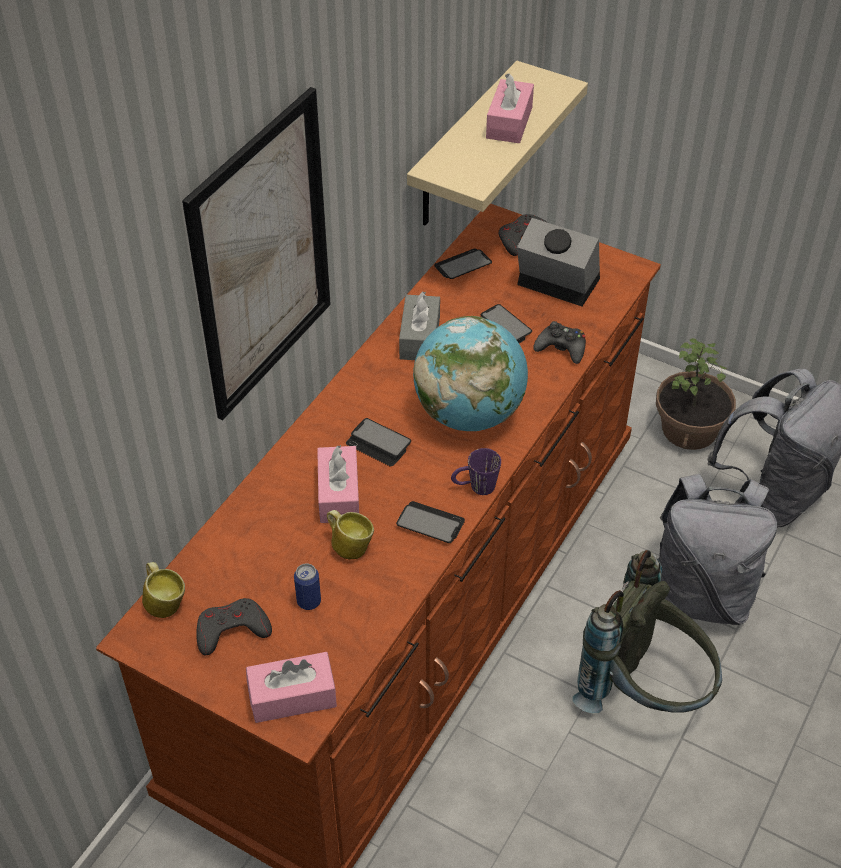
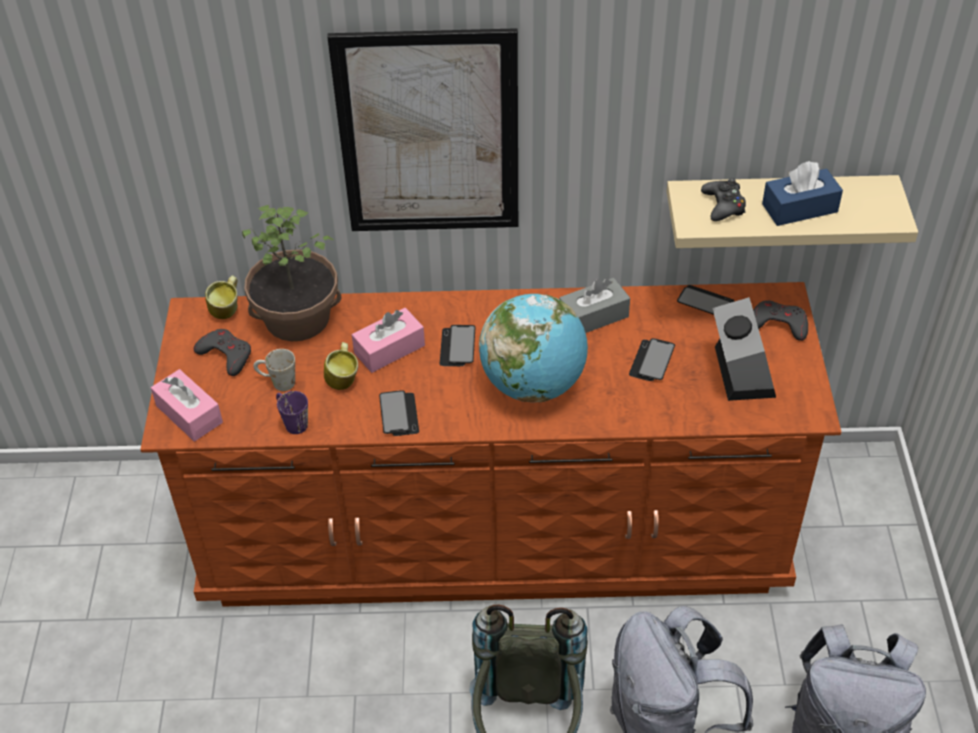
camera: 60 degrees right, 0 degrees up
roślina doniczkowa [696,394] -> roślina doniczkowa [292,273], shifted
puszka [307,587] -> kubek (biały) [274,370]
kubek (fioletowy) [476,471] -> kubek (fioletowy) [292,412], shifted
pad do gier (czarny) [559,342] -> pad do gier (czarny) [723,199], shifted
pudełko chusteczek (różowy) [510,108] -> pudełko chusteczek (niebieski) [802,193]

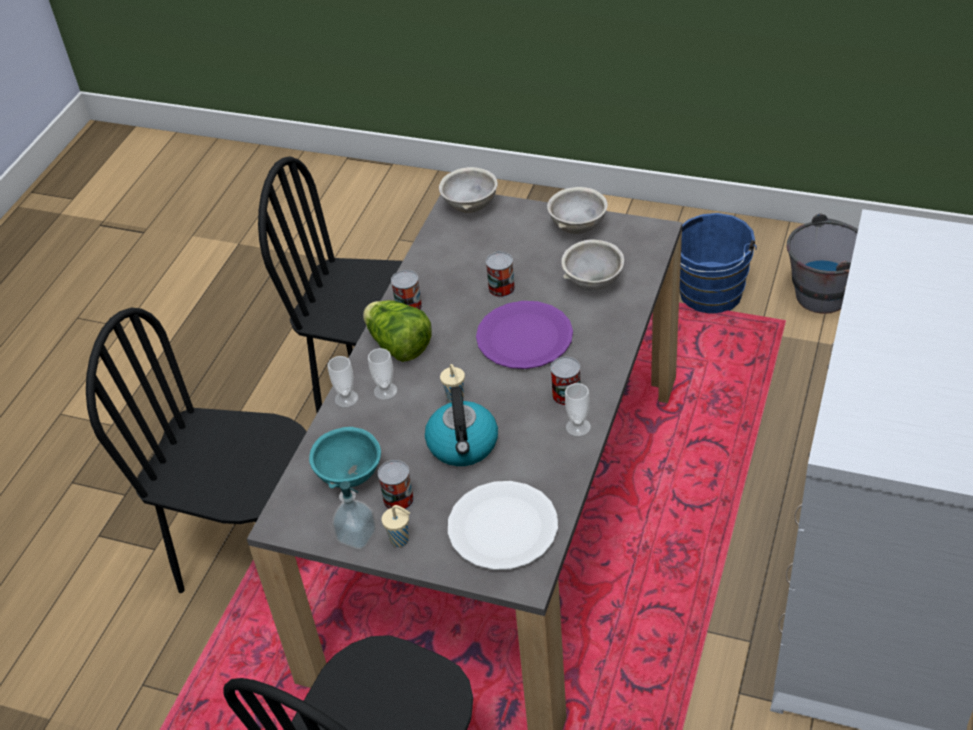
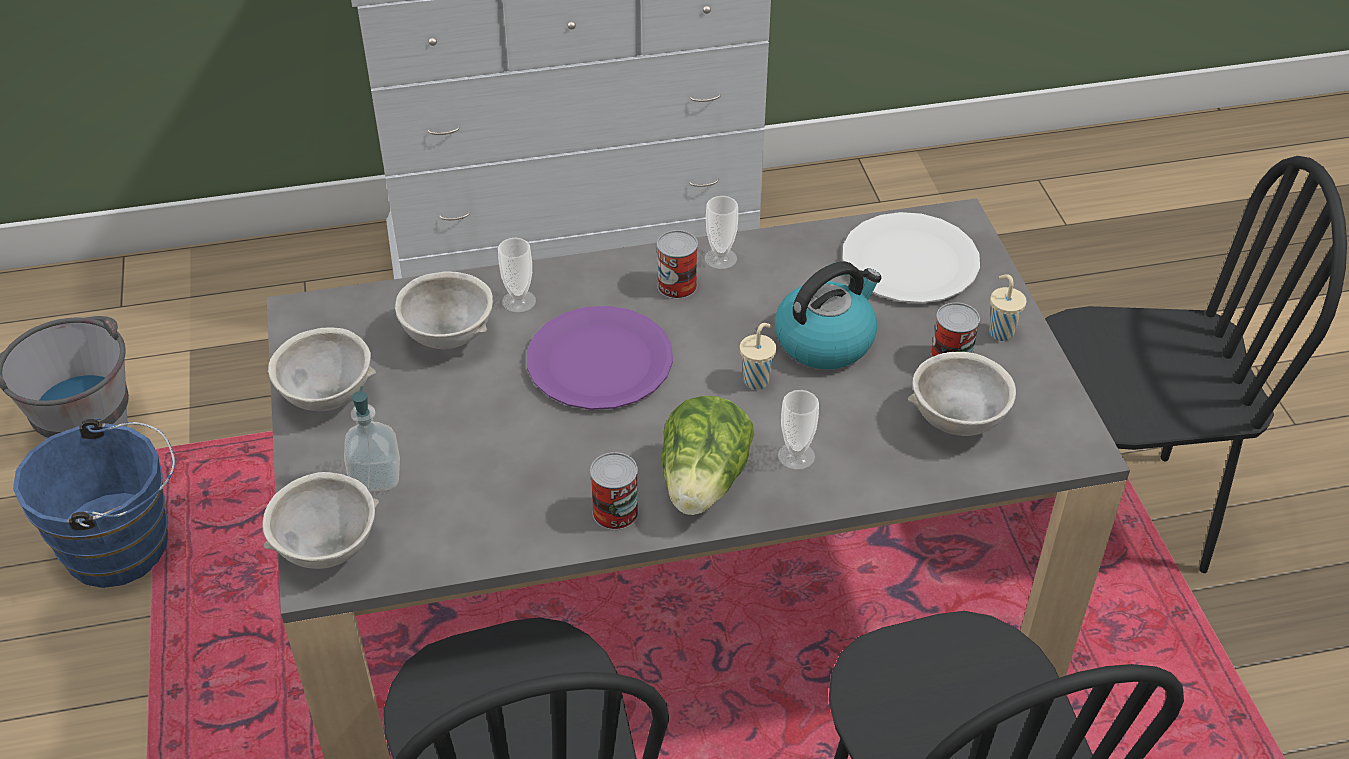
camera: 125 degrees left, 0 degrees up
dozownik mydła [354,515] -> dozownik mydła [372,438], shifted
filiżanka [343,382] -> filiżanka [517,275], shifted
miska (turkusowy) [345,458] -> miska (szary) [962,394]
puszka [500,275] -> none

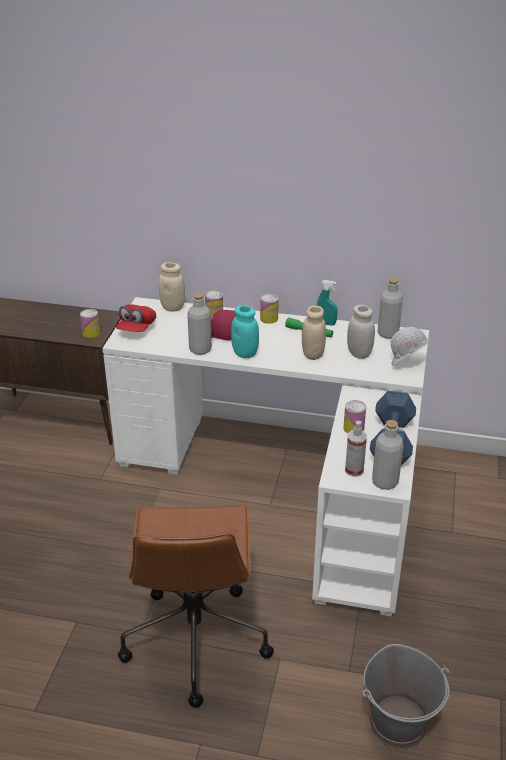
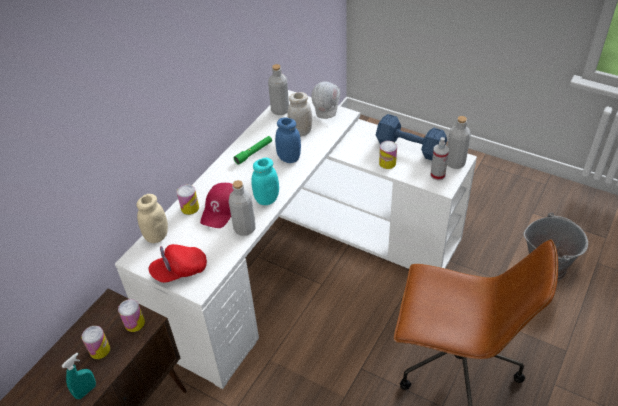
camera: 70 degrees left, 10 degrees up
spryskiwacz (turkusowy) [327,303] -> spryskiwacz (turkusowy) [79,376], shifted
puszka [269,309] -> puszka [96,342], shifted
czapka z daszkiem (czerwony) [136,318] -> czapka z daszkiem (czerwony) [178,263], 120 degrees clockwise
słoik (beżowy) [314,333] -> słoik (niebieski) [288,140]

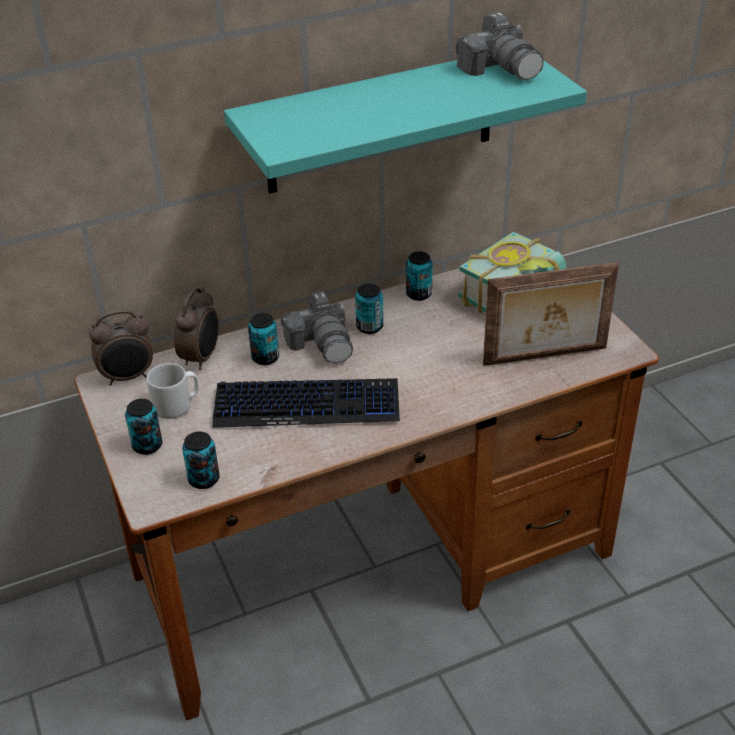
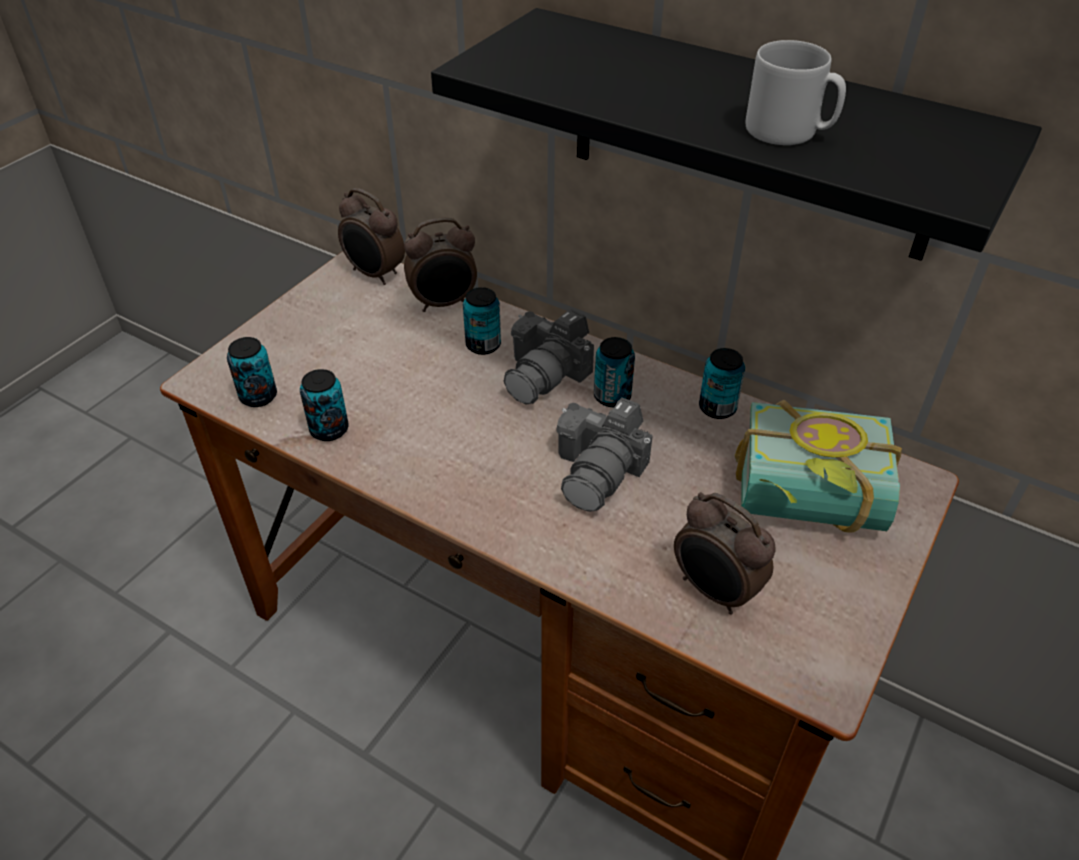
camera: 55 degrees right, 5 degrees up
puszka [143,427] -> puszka [324,405], shifted
półka (turkusowy) [405,127] -> półka (czarny) [736,134]
aparat fotograficzny [499,46] -> aparat fotograficzny [604,454], shifted
ramka na zdjęcie [551,314] -> budzik [725,553]
kubek (szary) [172,391] -> kubek (szary) [795,92], shifted
klawiatura [306,403] -> none

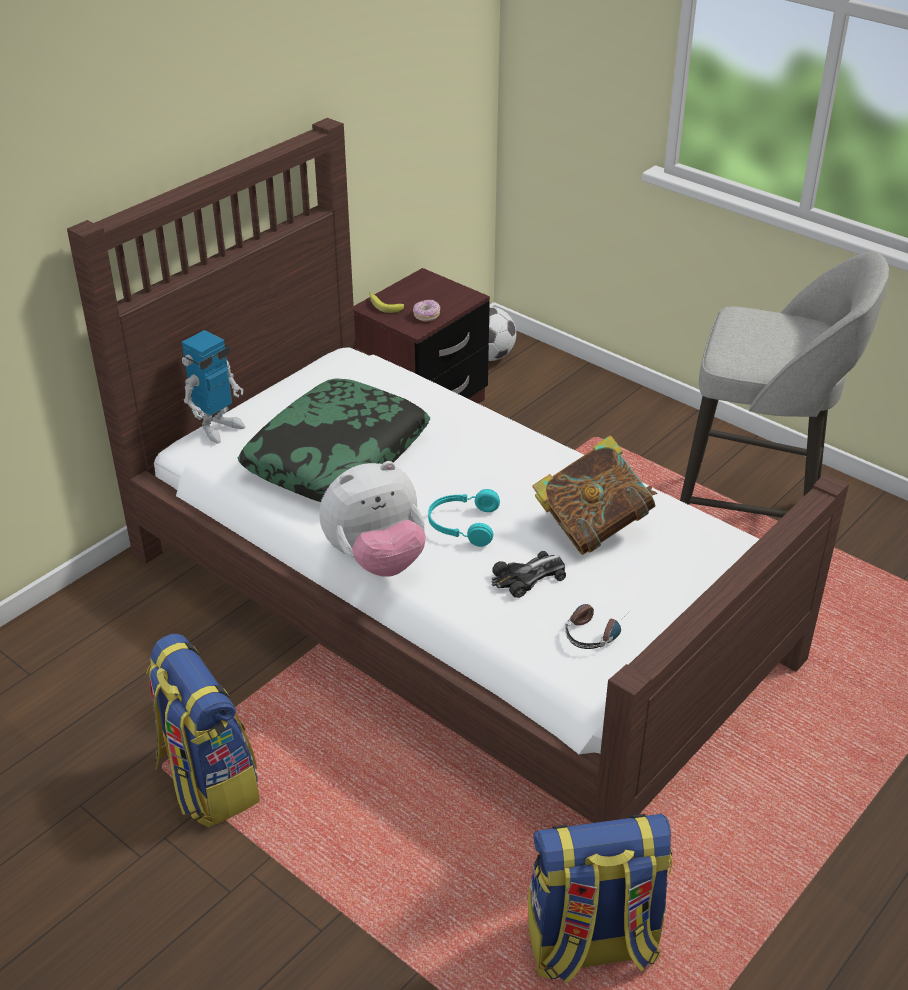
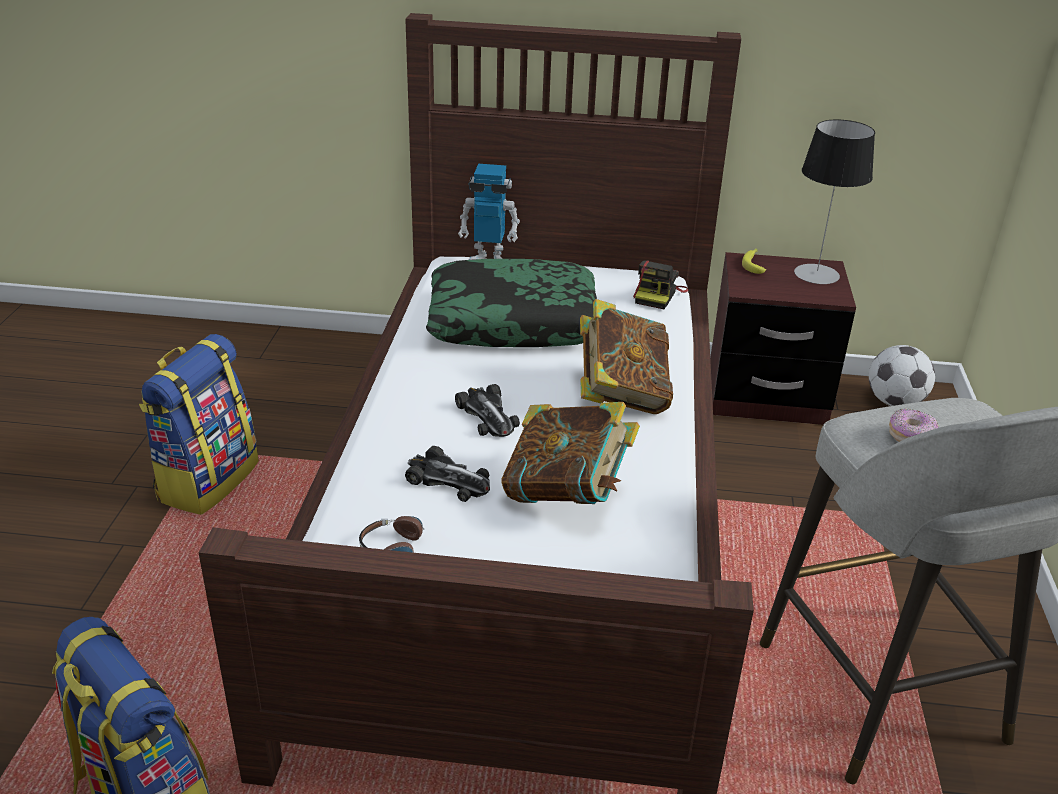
camera: 55 degrees right, 5 degrees down
słuchawki (turkusowy) [464,518] -> samochodzik [487,410]
none -> książka [626,356]
none -> aparat fotograficzny [660,285]
none -> lampa stołowa [834,201]
donut [426,311] -> donut [914,425], shifted
pluszak [373,519] -> none

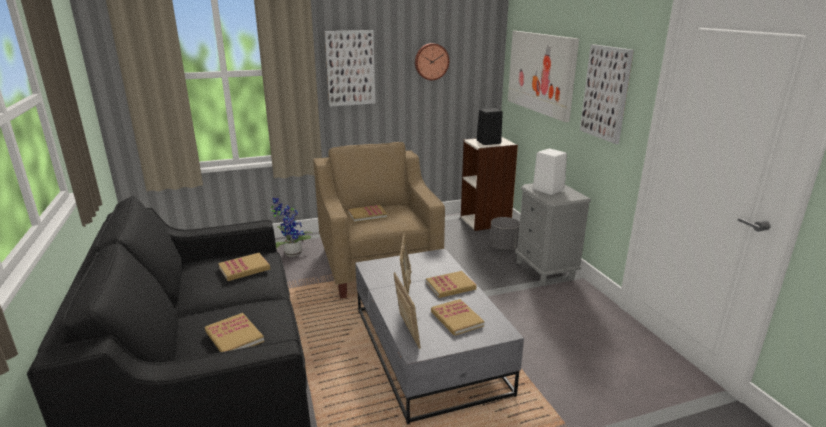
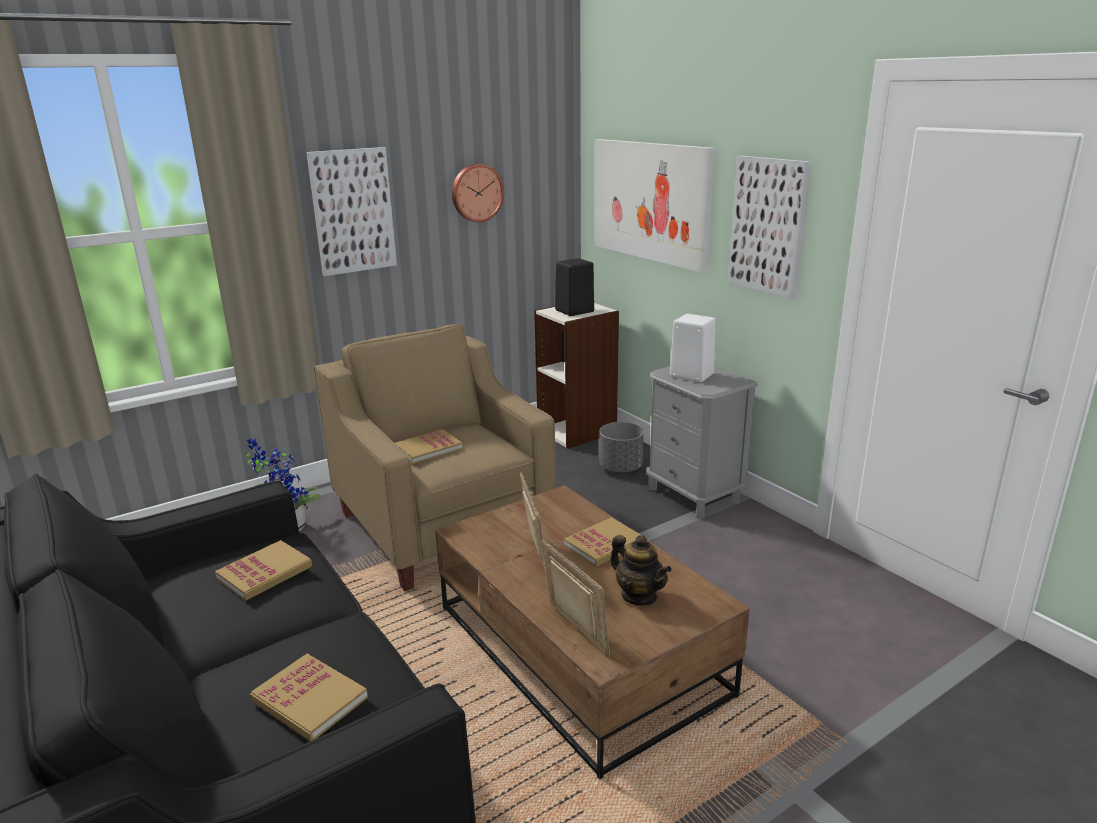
camera: 15 degrees left, 0 degrees up
ława (szary) [439,337] -> ława (brązowy) [592,632]
książka [457,317] -> imbryk [641,570]

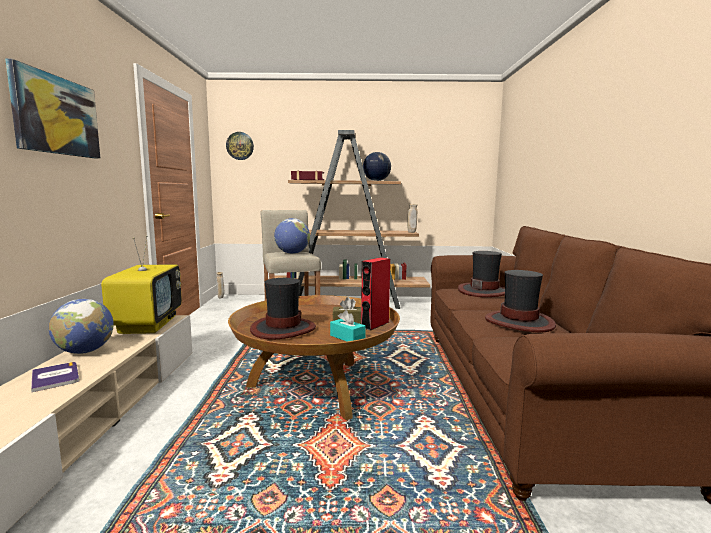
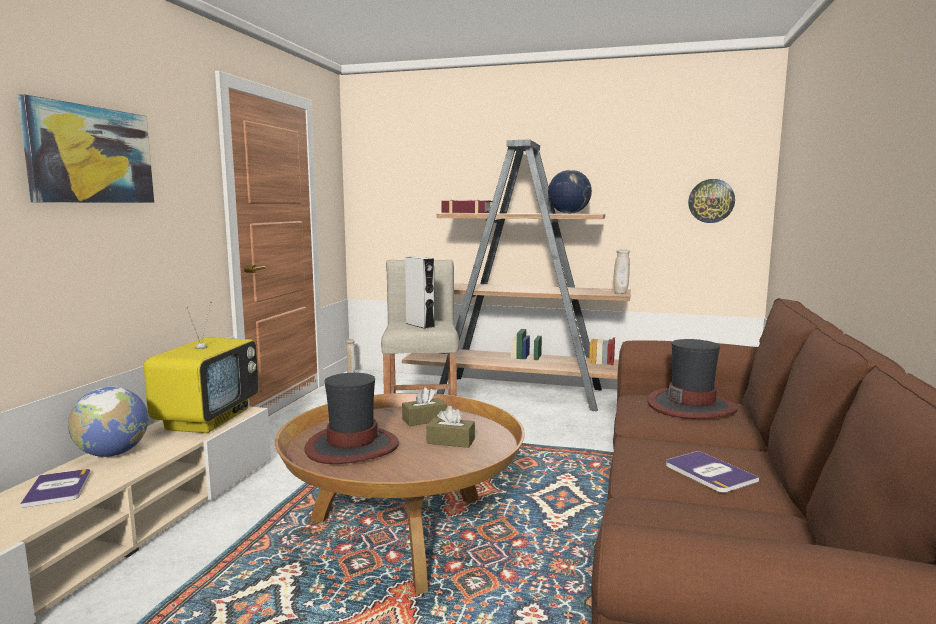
camera: 15 degrees right, 0 degrees up
none -> pudełko chusteczek (brązowy) [424,406]
globus [292,236] -> głośnik (szary) [420,292]
kapelusz [520,301] -> książka [712,472]
zegar ścienny [240,146] -> zegar ścienny [711,201], shifted
pudełko chusteczek (turkusowy) [348,325] -> none
głośnik (czerwony) [375,293] -> none

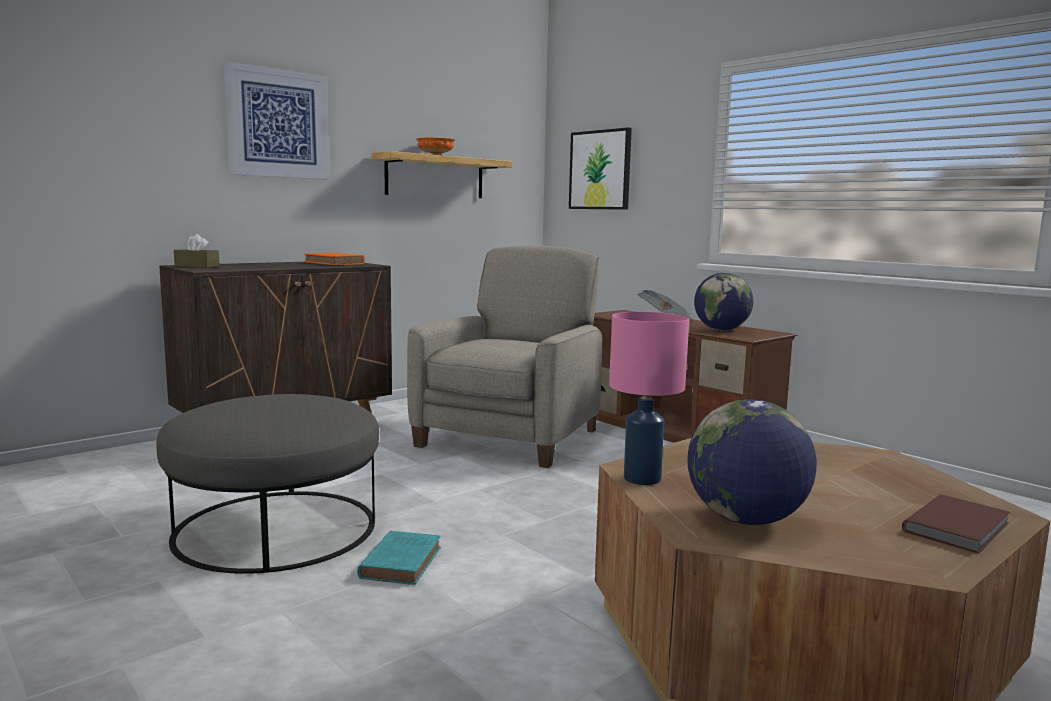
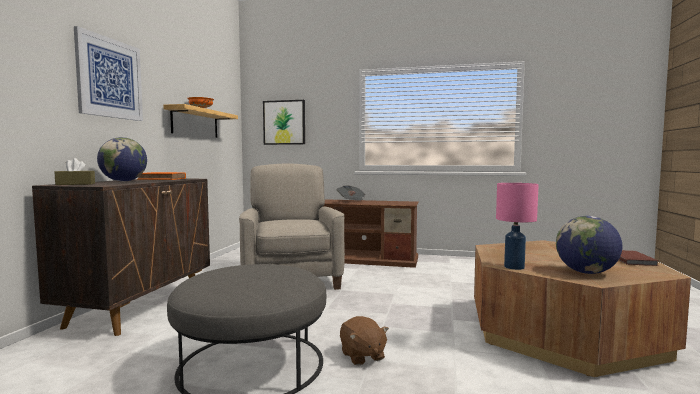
camera: 35 degrees left, 5 degrees down
globus [723,301] -> globus [122,159], shifted
książka (turkusowy) [399,558] -> pluszak (brązowy) [364,341]

